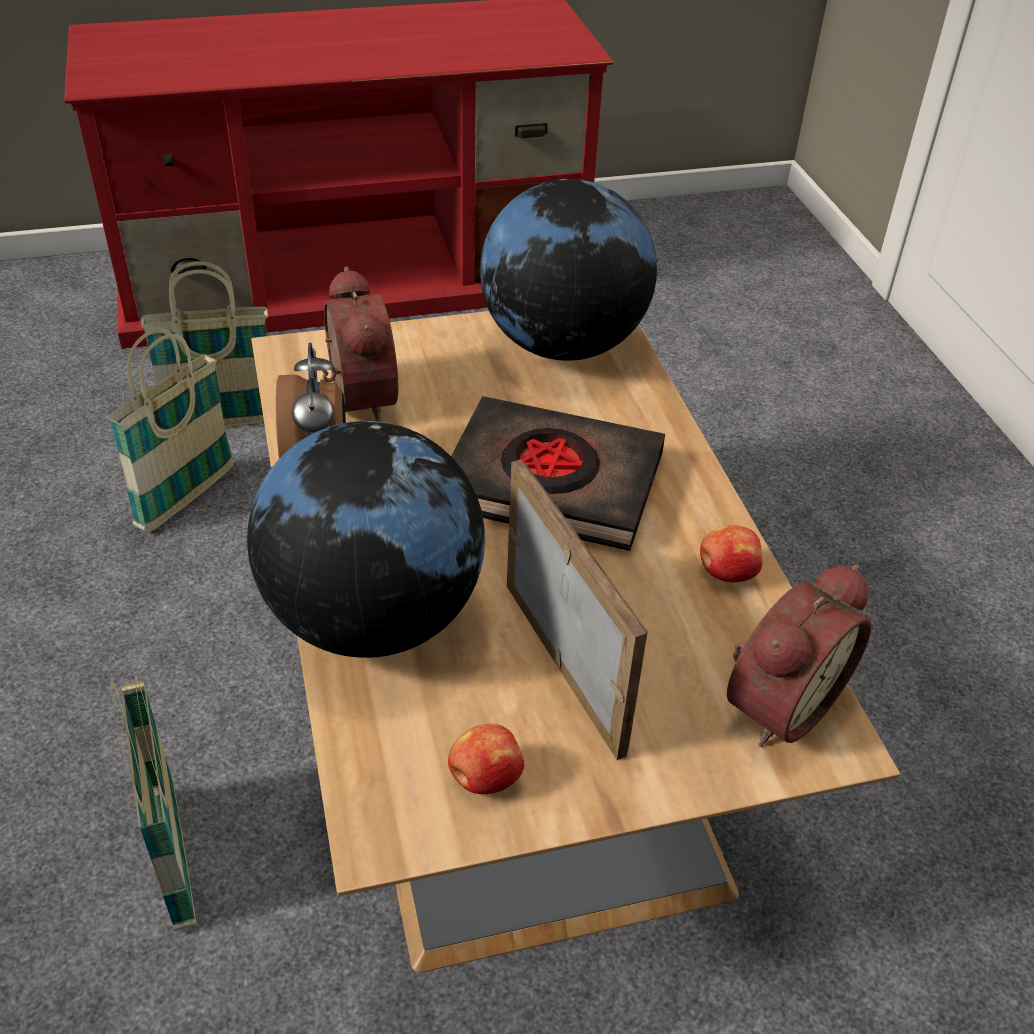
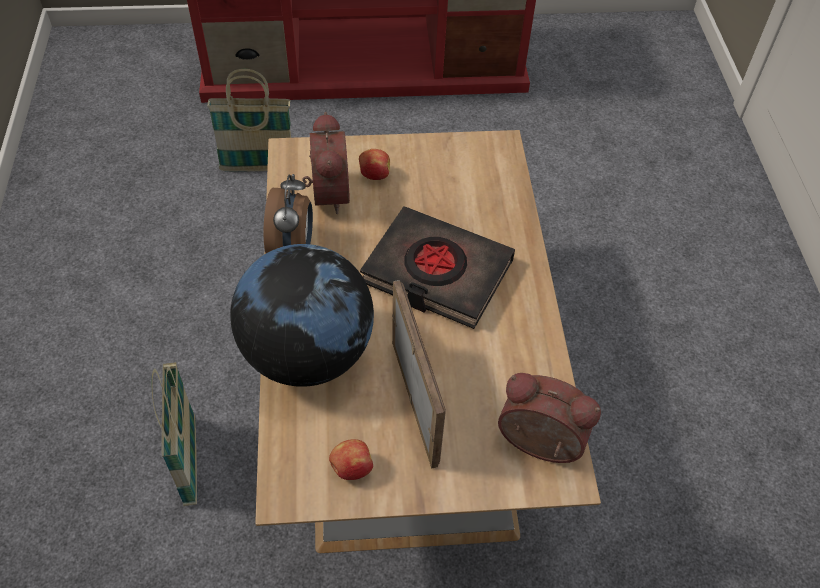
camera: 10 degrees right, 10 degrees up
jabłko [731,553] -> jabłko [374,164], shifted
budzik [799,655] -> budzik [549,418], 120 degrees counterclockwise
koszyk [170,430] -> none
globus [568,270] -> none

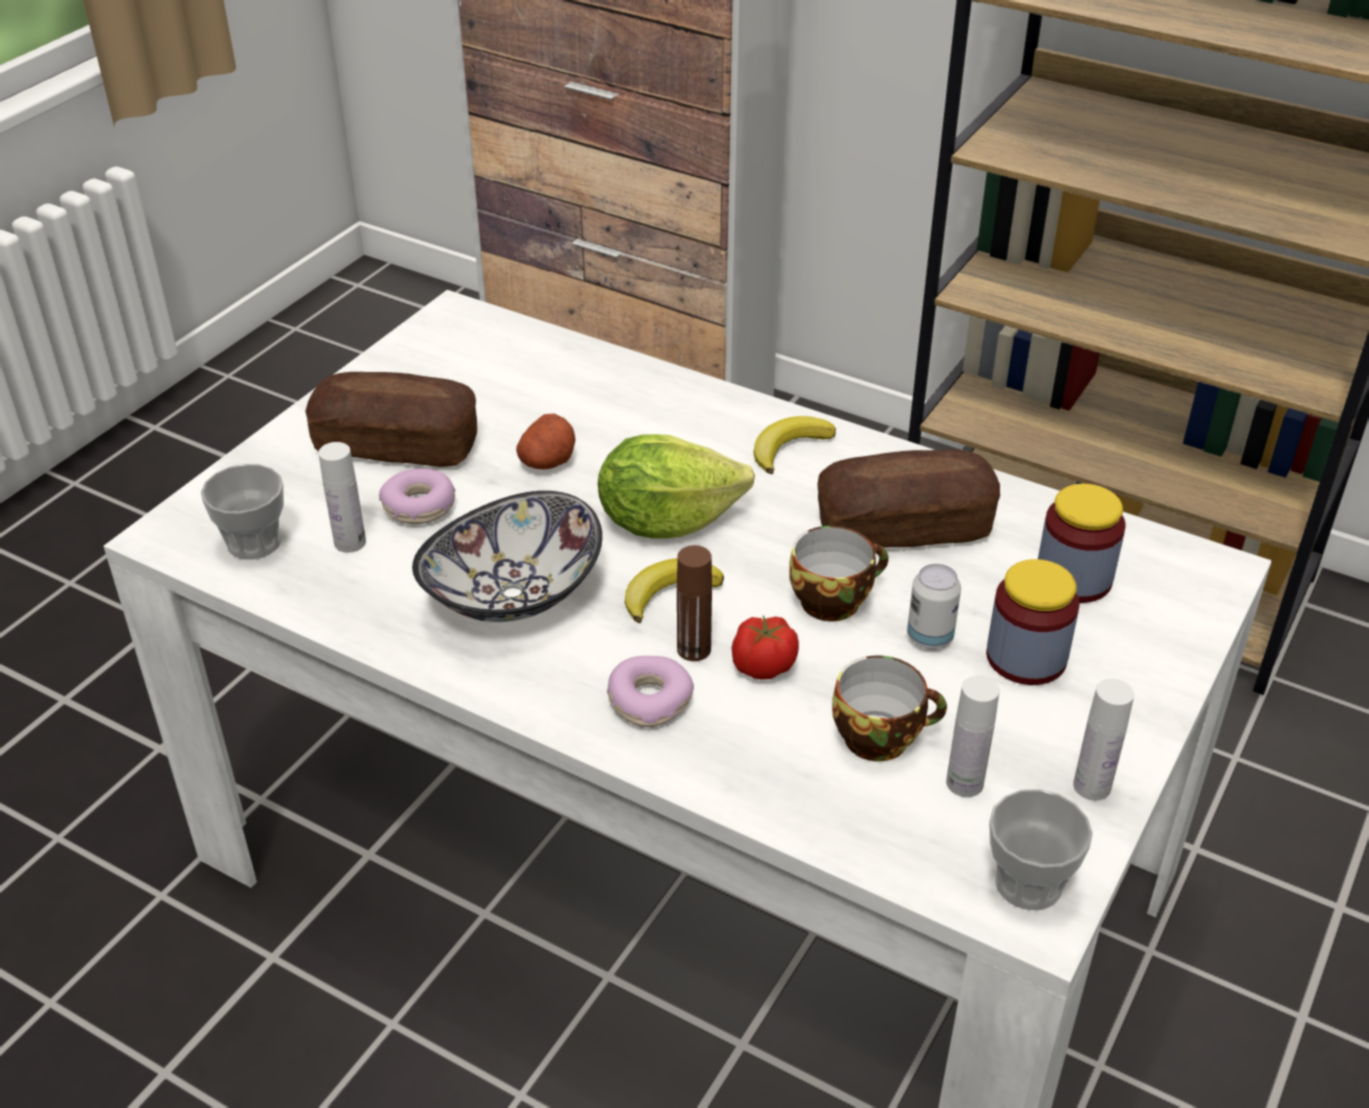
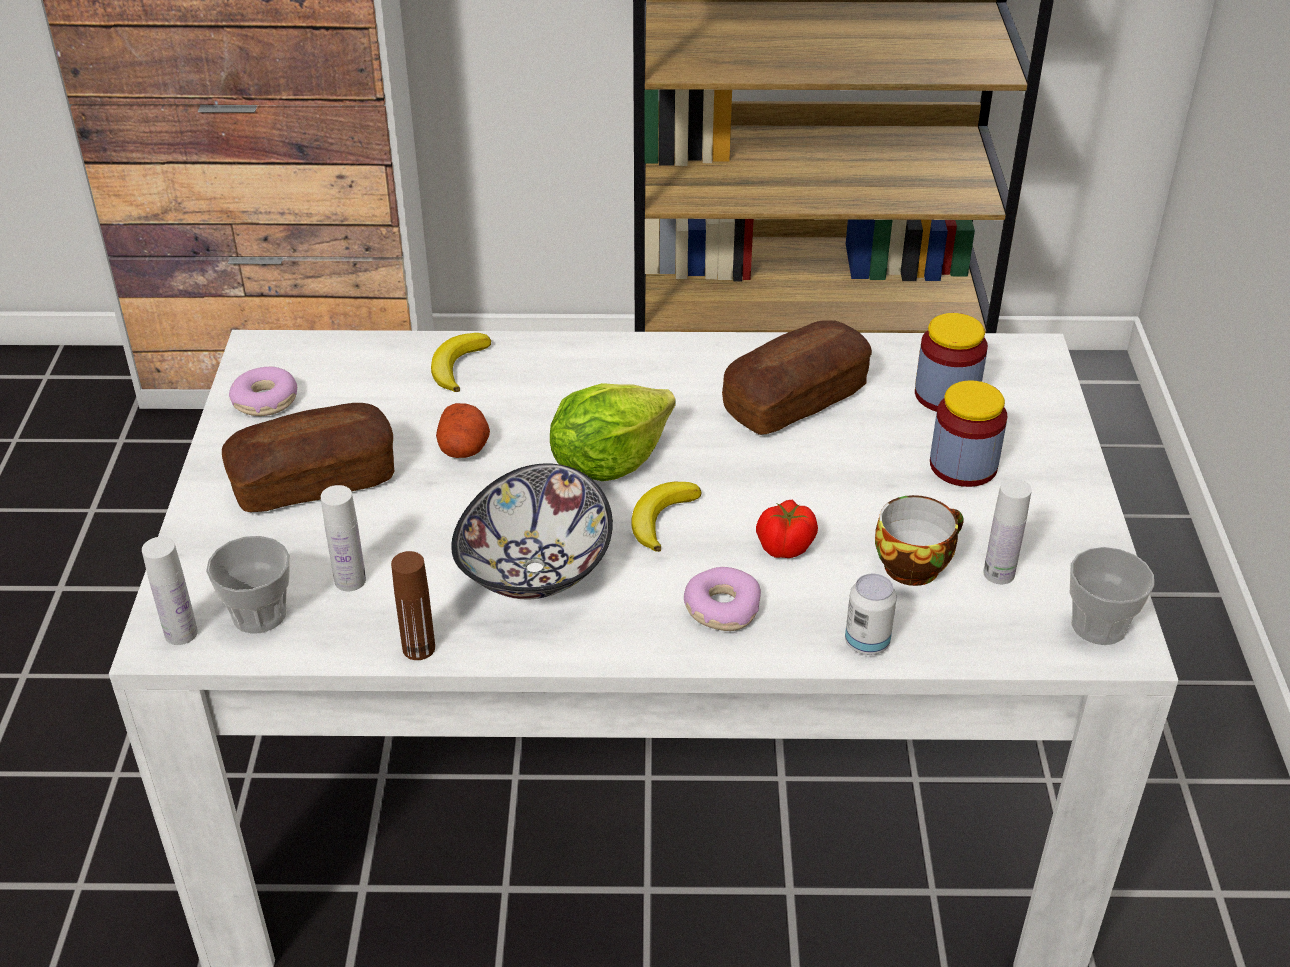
camera: 30 degrees left, 0 degrees up
butelka (biały) [1103,740] -> butelka (biały) [170,591], shifted
donut [417,496] -> donut [263,391], shifted
butelka (brązowy) [694,603] -> butelka (brązowy) [413,605], shifted
banan [794,445] -> banan [461,362], shifted
puszka [934,606] -> puszka [871,614], shifted
filiżanka [839,573] -> none

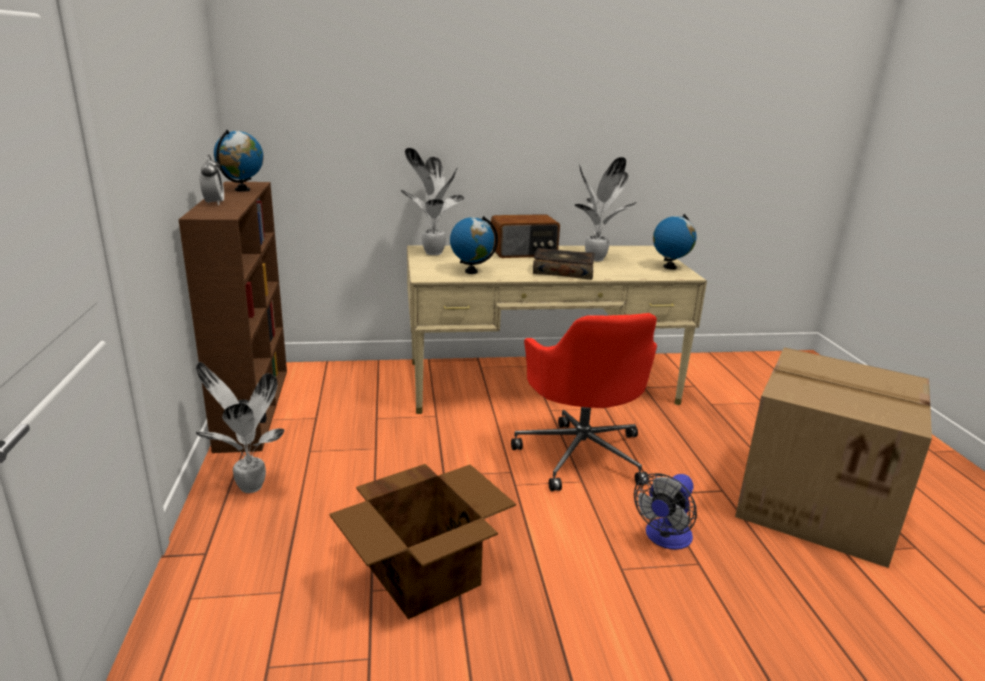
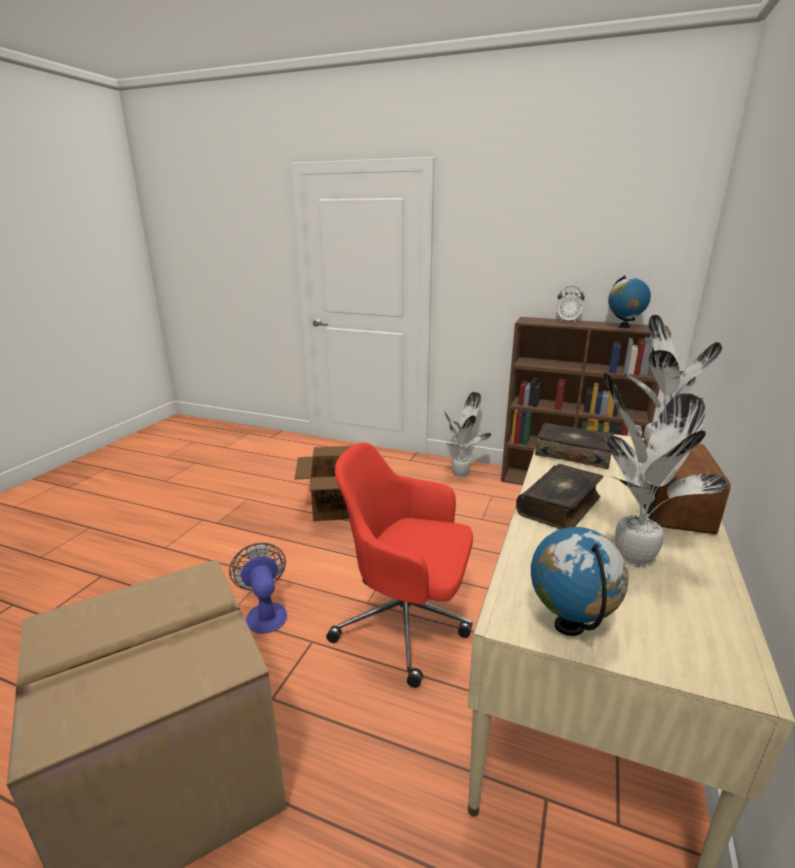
camera: 120 degrees right, 0 degrees up
globus [474,245] -> książka [574,446]

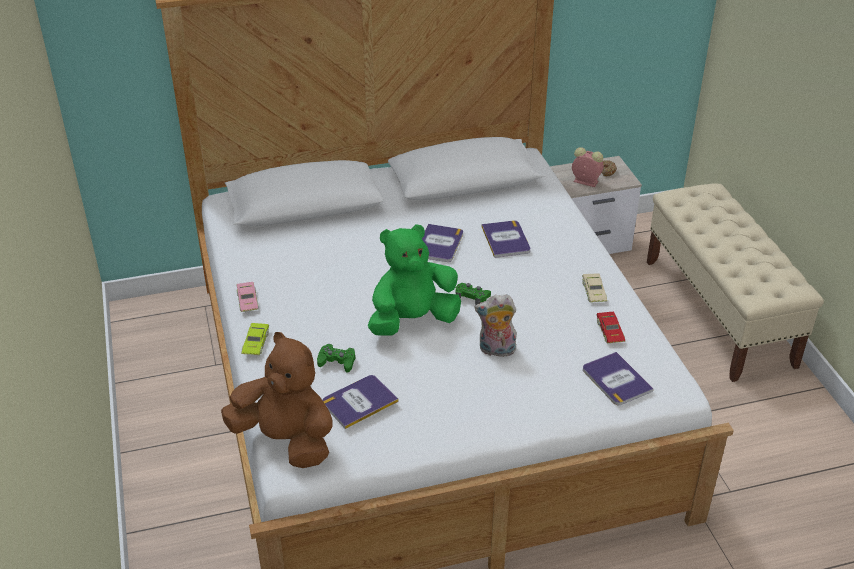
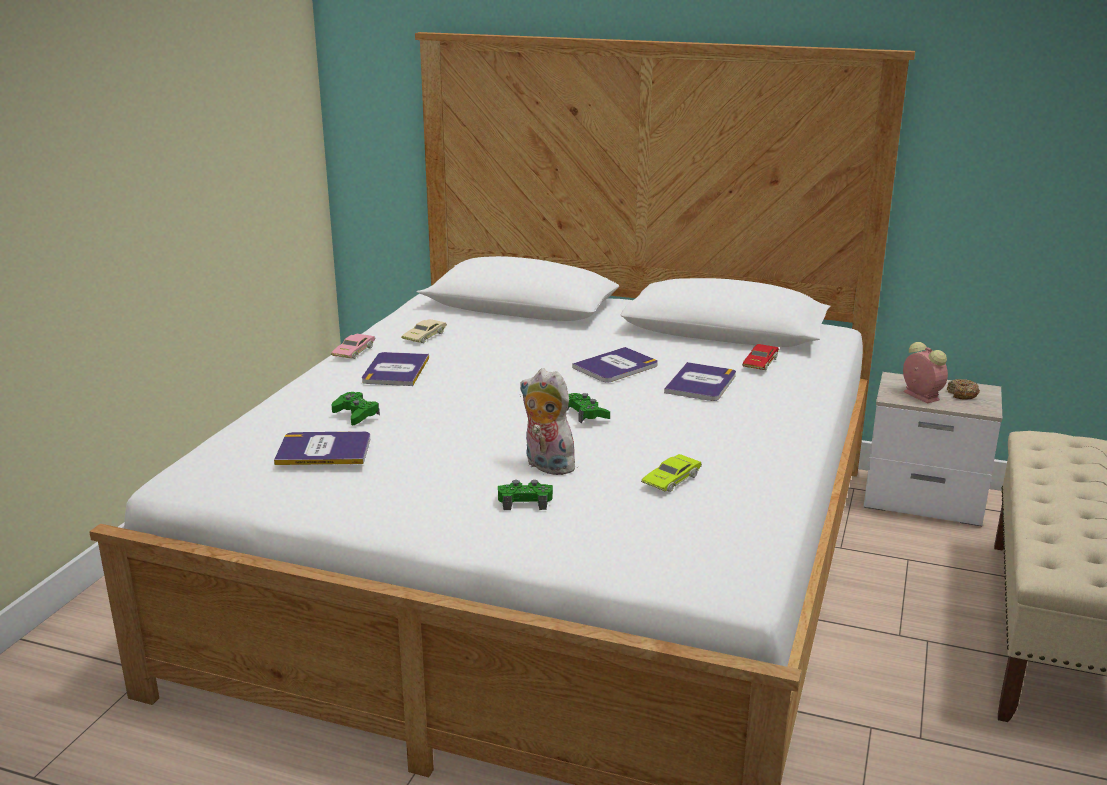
camera: 35 degrees right, 15 degrees down
książka [618,378] -> książka [395,369], shifted
samochodzik (beżowy) [594,287] -> samochodzik (beżowy) [424,331], shifted
none -> pad do gier (zielony) [525,495]
samochodzik (zielony) [255,339] -> samochodzik (zielony) [671,473], shifted
samochodzik (czerwony) [611,327] -> samochodzik (czerwony) [760,357], shifted
pluszak (brązowy) [277,400] -> none
pluszak (zielony) [414,280] -> none

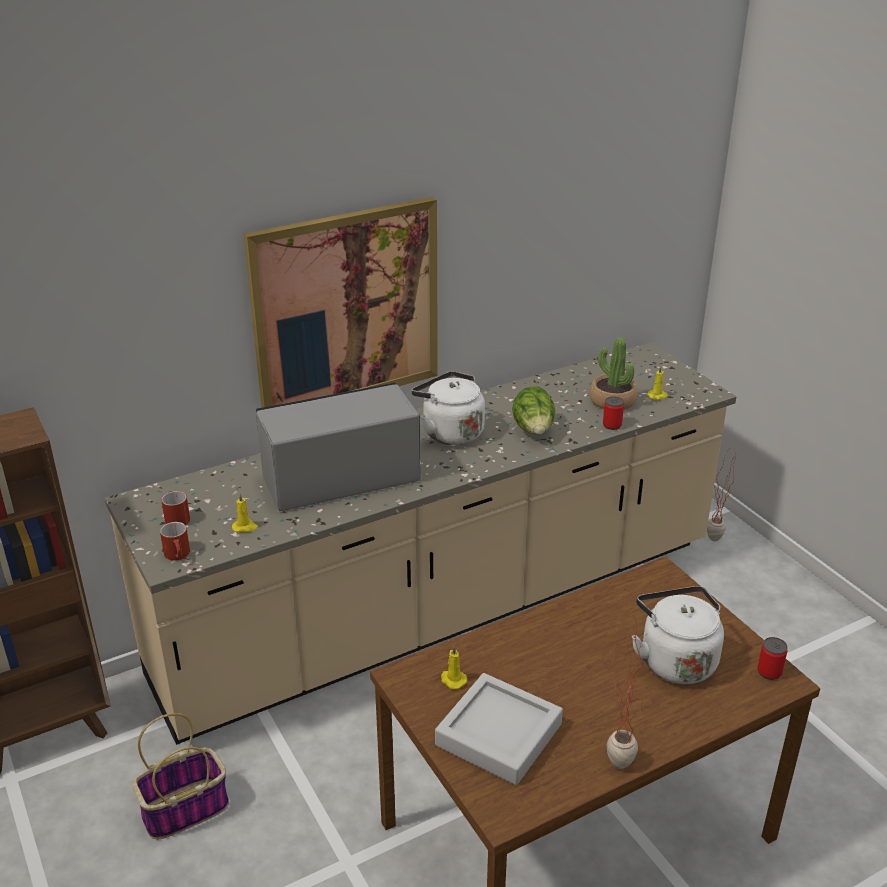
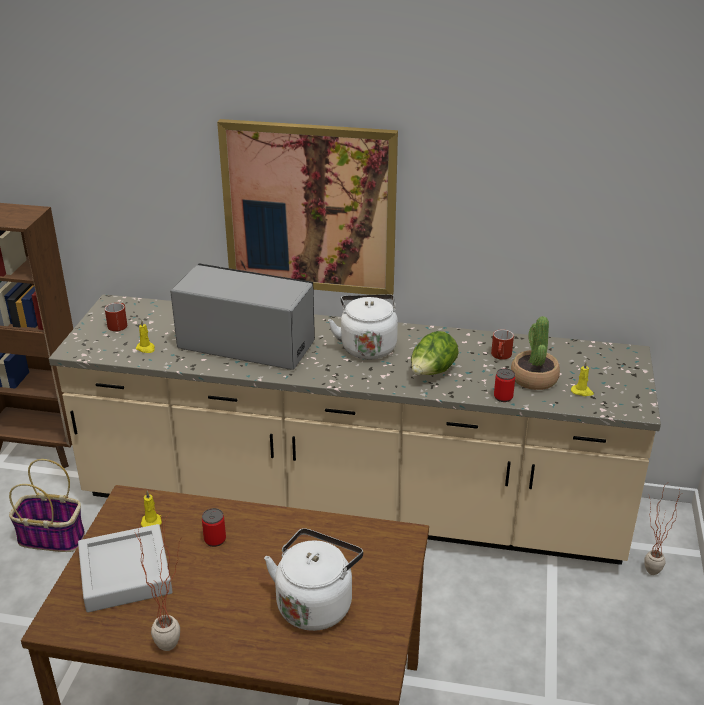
camera: 40 degrees right, 0 degrees up
puszka [772,658] -> puszka [214,527], shifted
kubek (czerwony) [175,541] -> kubek (czerwony) [502,344], shifted

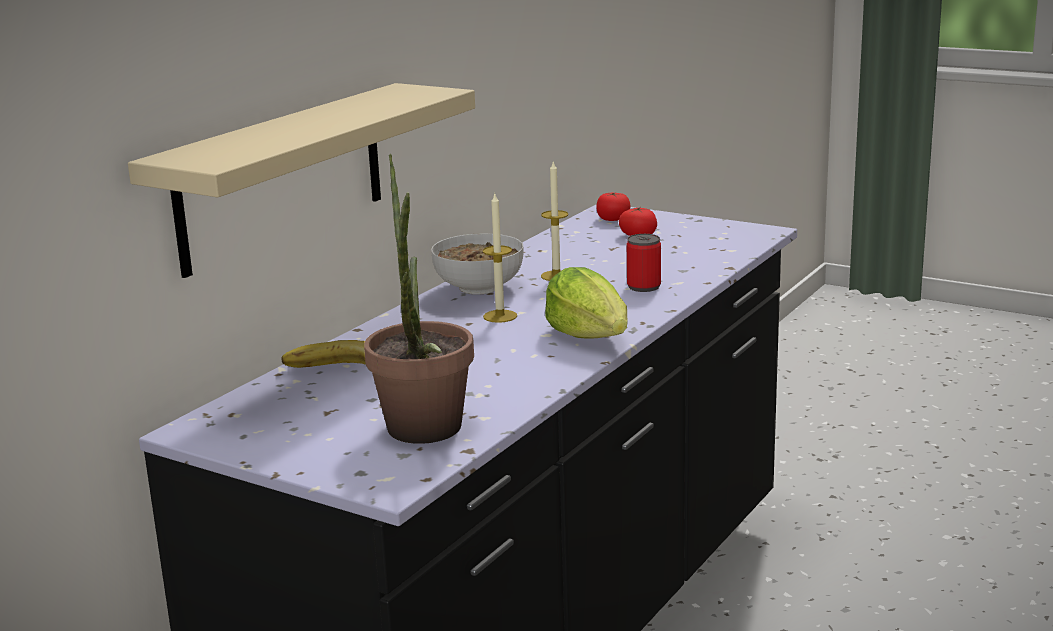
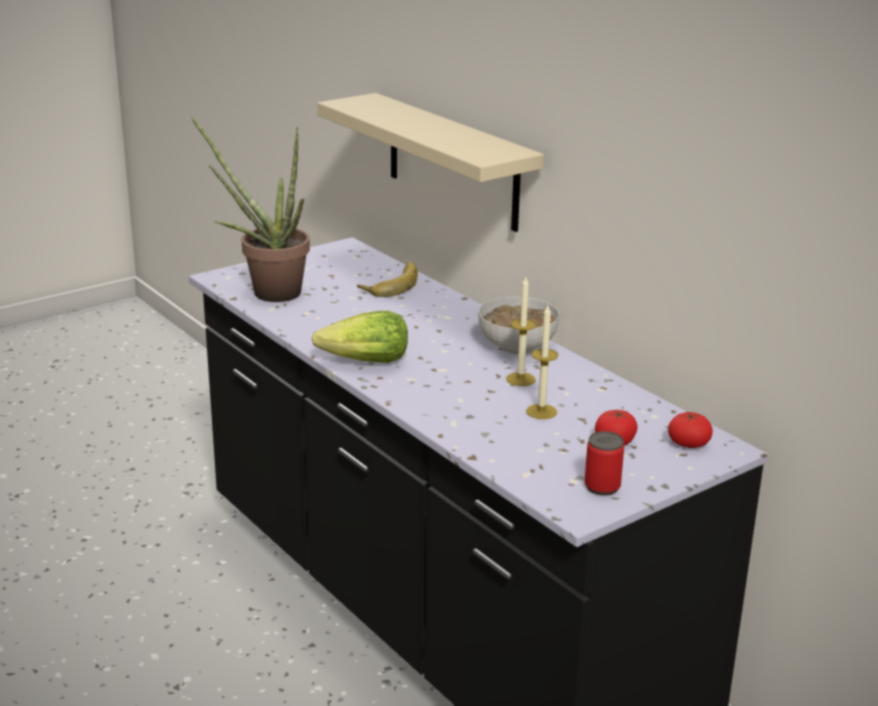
camera: 110 degrees right, 5 degrees up
świeca [500,258] -> świeca [542,362], shifted
puszka [644,263] -> puszka [604,463], shifted

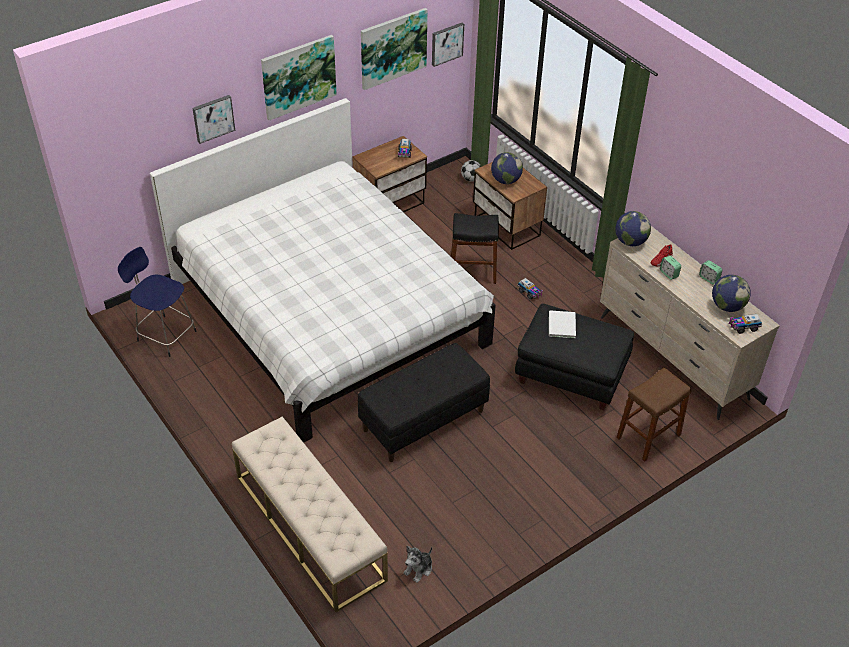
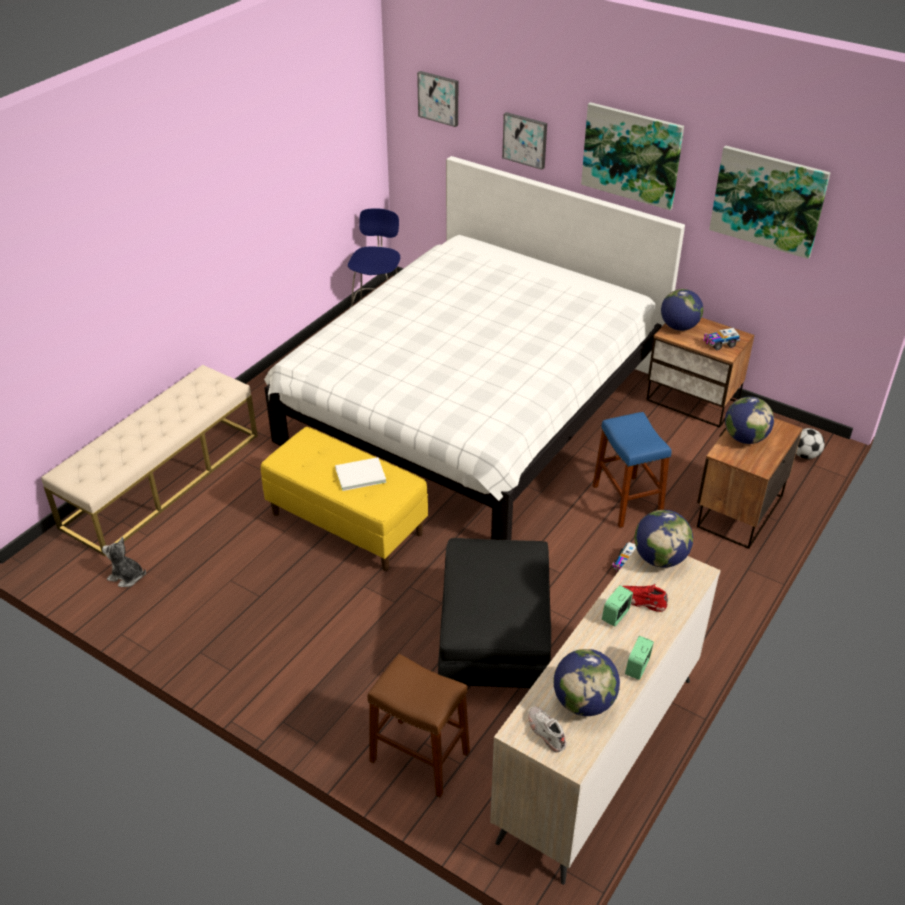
camera: 70 degrees right, 5 degrees down
ławka (czarny) [424,402] -> ławka (żółty) [344,499]
książka (biały) [562,324] -> książka (biały) [360,474], shifted
obraz [448,45] -> obraz [437,99], shifted
ciężarówka zabawkowa [745,324] -> but (biały) [547,729]
stołek (czarny) [475,248] -> stołek (niebieski) [631,470]
none -> globus [682,310]

